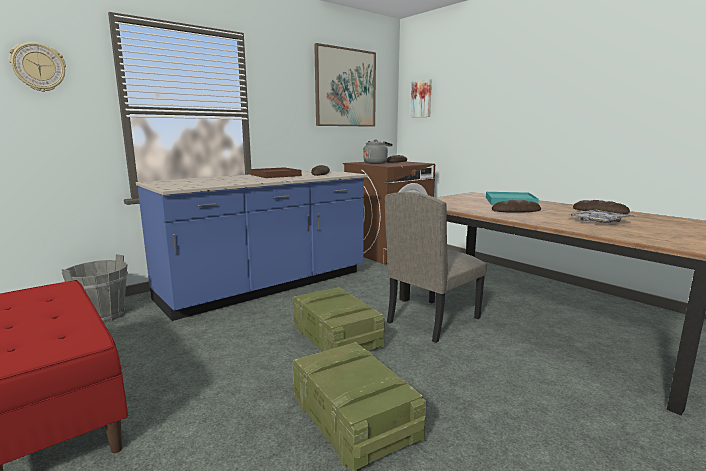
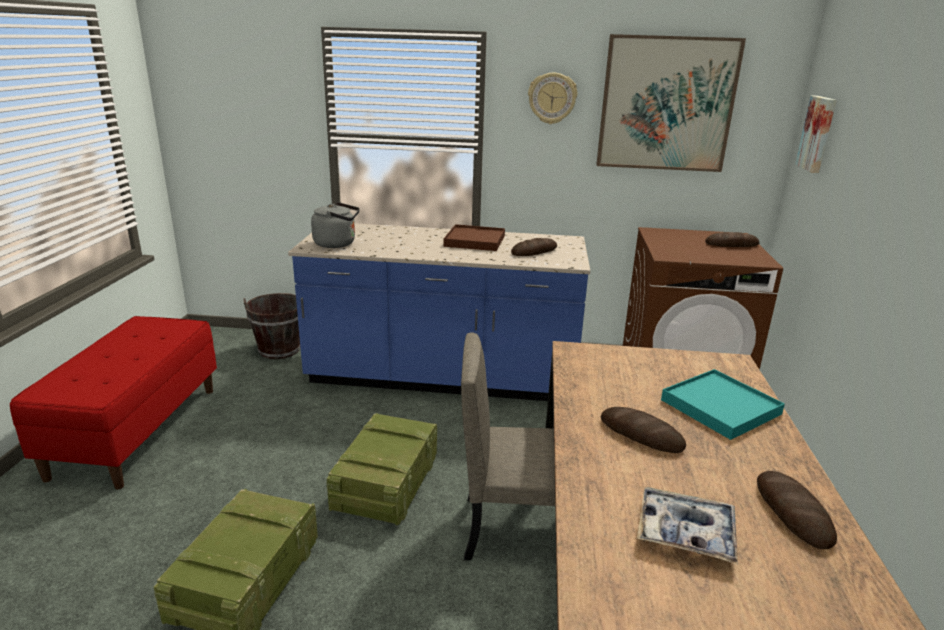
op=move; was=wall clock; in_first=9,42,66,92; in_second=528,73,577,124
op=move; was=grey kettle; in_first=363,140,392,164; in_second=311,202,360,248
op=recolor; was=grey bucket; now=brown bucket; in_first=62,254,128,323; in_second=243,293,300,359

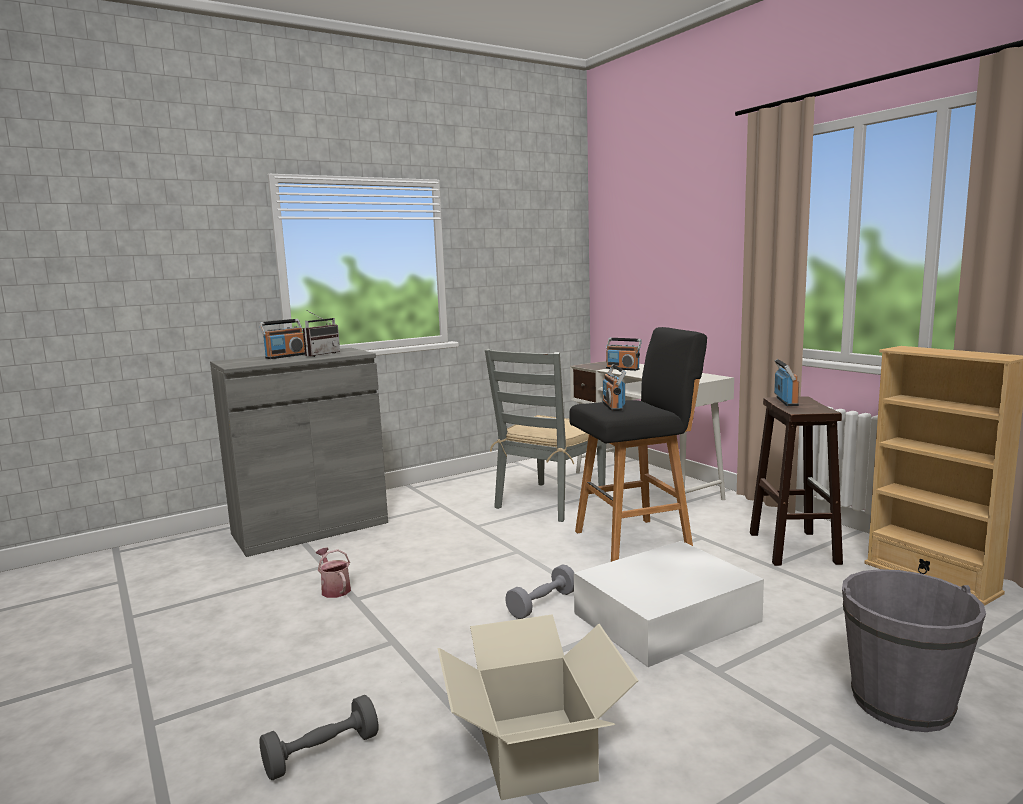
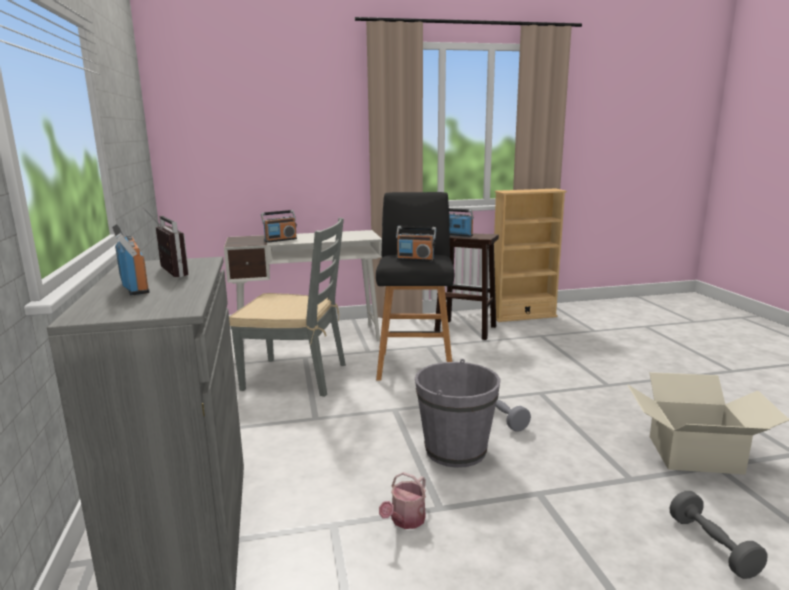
op=delete; was=white storage box; in_first=574,541,764,667
op=move; was=grey bucket; in_first=842,569,986,732; in_second=415,359,501,468
op=rotate; was=watering can; in_first=316,548,351,598; in_second=379,472,426,529; clockwise=-45
op=rotate; was=grey chair; in_first=485,349,606,522; in_second=229,218,346,397; clockwise=-45

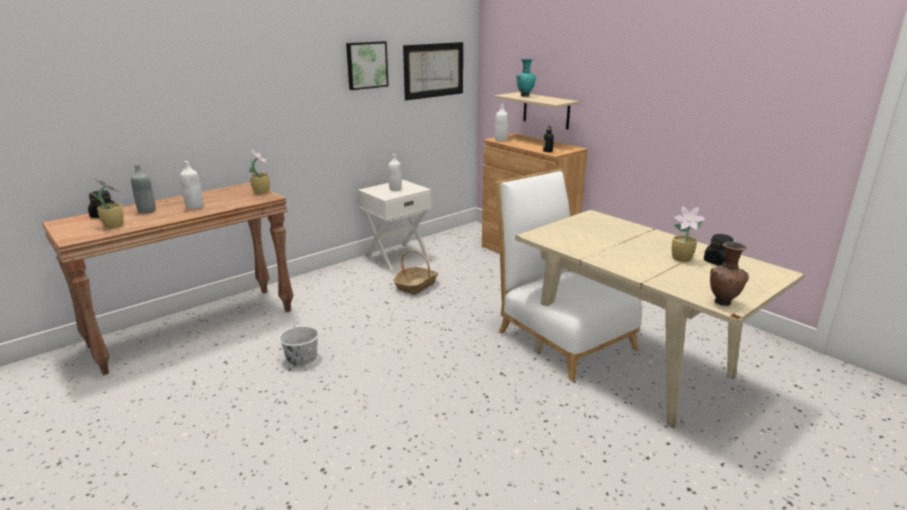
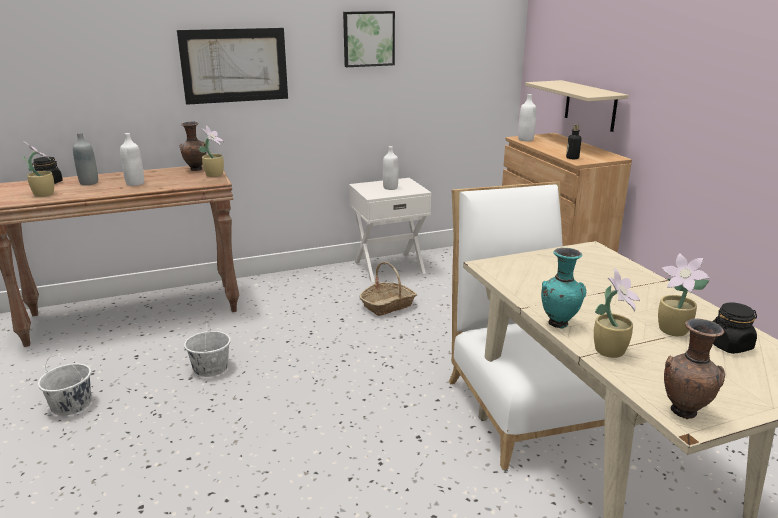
op=insert; now=white bucket; in_second=38,355,91,416
op=insert; now=brown vase; in_second=180,122,206,171
op=insert; now=potted plant; in_second=594,268,640,358
op=move; was=picture; in_first=403,42,463,101; in_second=177,28,288,105
op=move; was=turquoise vase; in_first=516,59,536,97; in_second=541,248,586,329

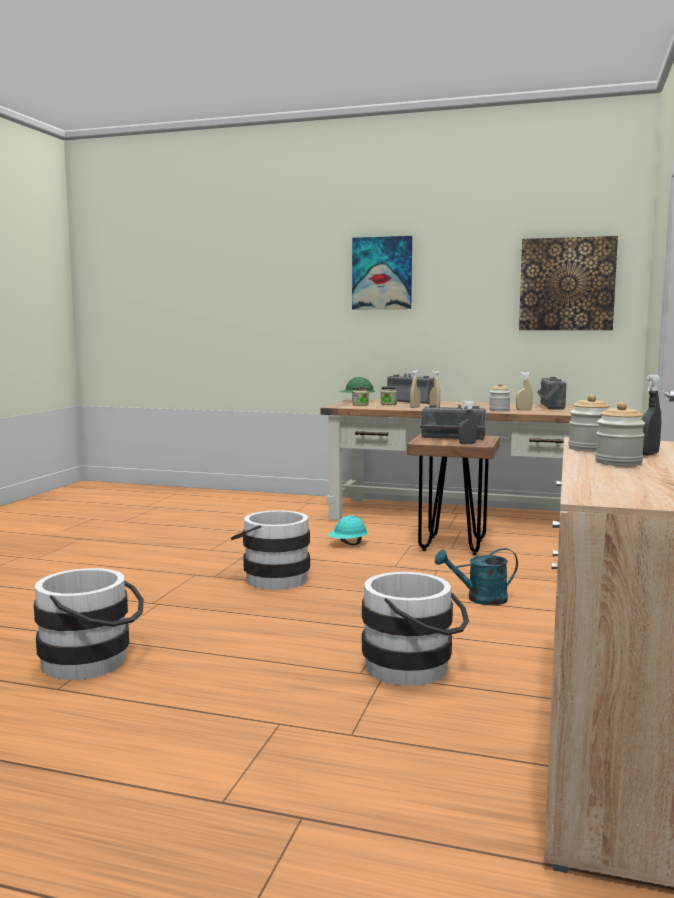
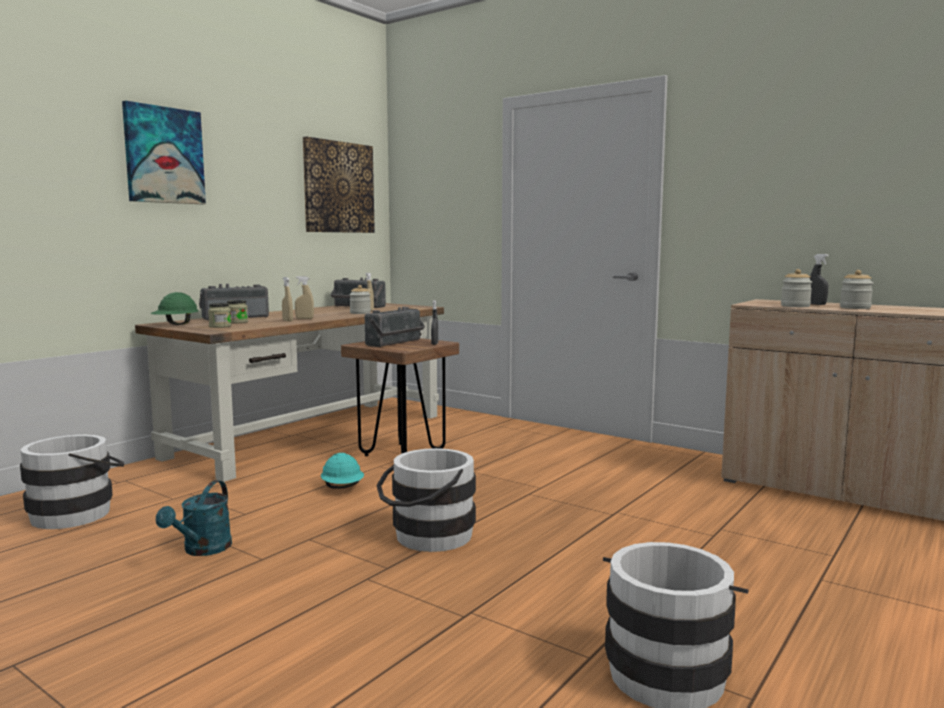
op=move; was=white bucket; in_first=362,572,469,686; in_second=20,435,124,529
op=move; was=turquoise watering can; in_first=435,548,518,605; in_second=156,480,232,556

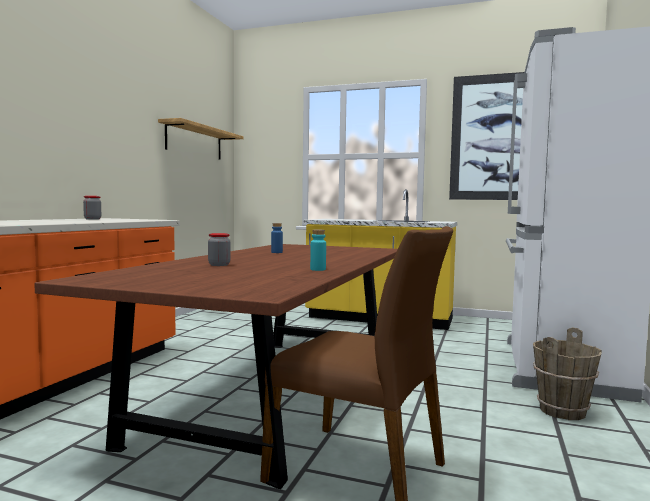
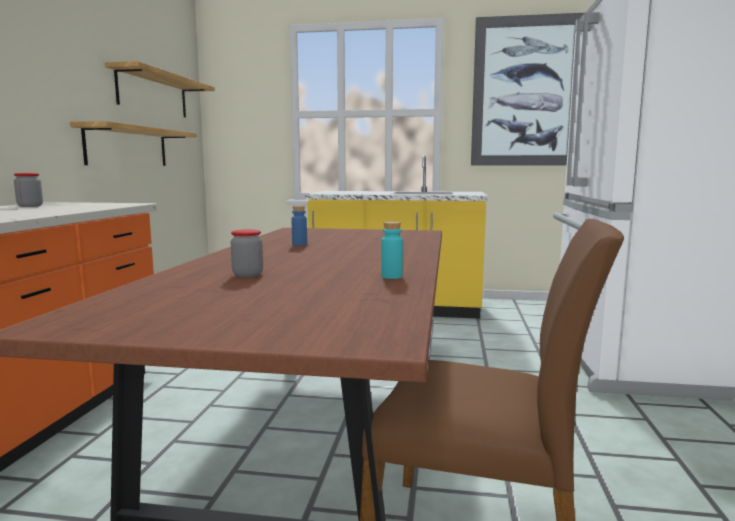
op=delete; was=brown bucket; in_first=533,328,602,420
op=insert; now=shelf; in_second=70,121,197,166

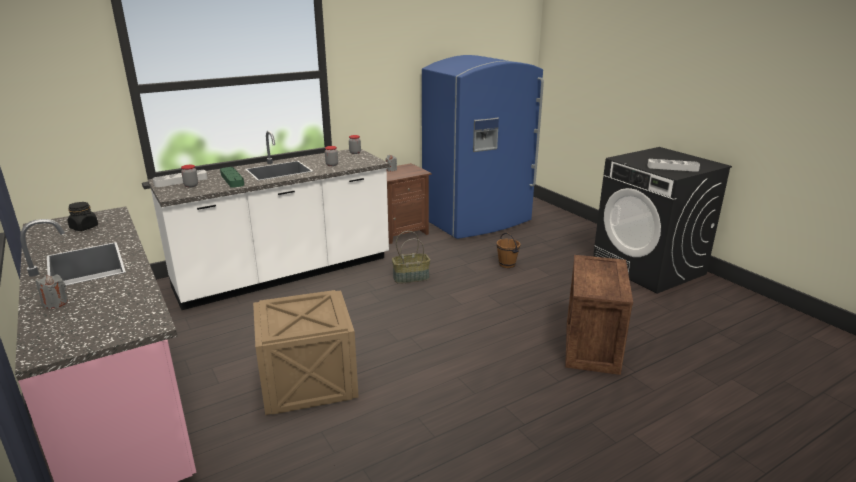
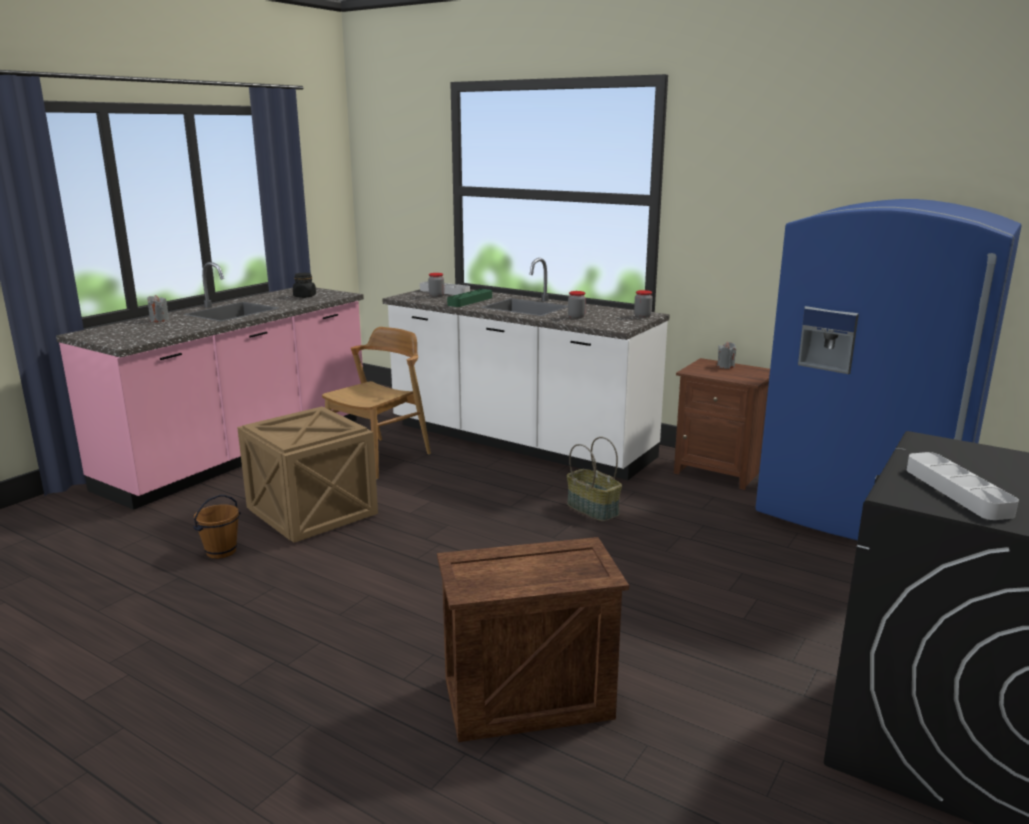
op=insert; now=brown chair; in_second=322,327,431,479
op=move; was=brown bucket; in_first=496,233,520,268; in_second=193,495,241,559

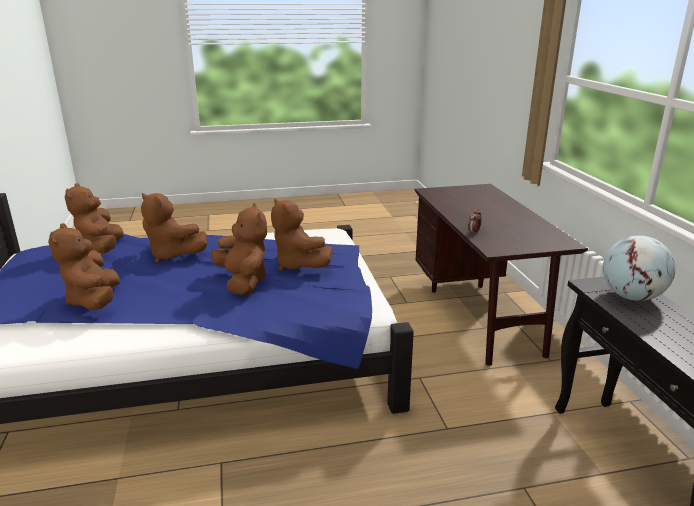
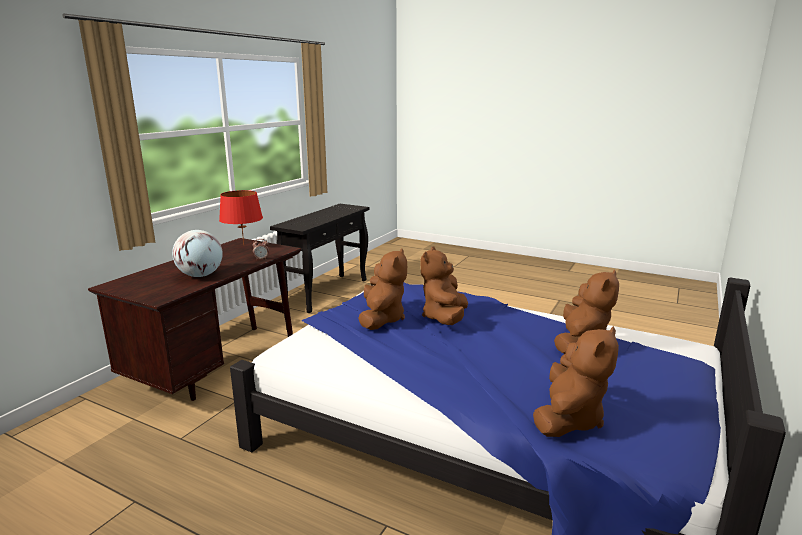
op=delete; was=brown plush toy; in_first=141,193,207,263
op=insert; now=red table lamp; in_second=219,190,263,245
op=move; was=globe; in_first=603,236,676,301; in_second=172,230,223,277

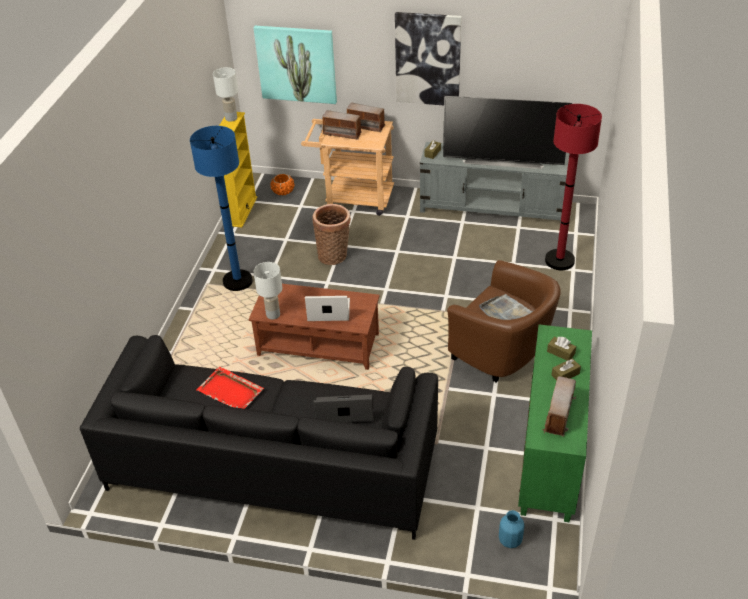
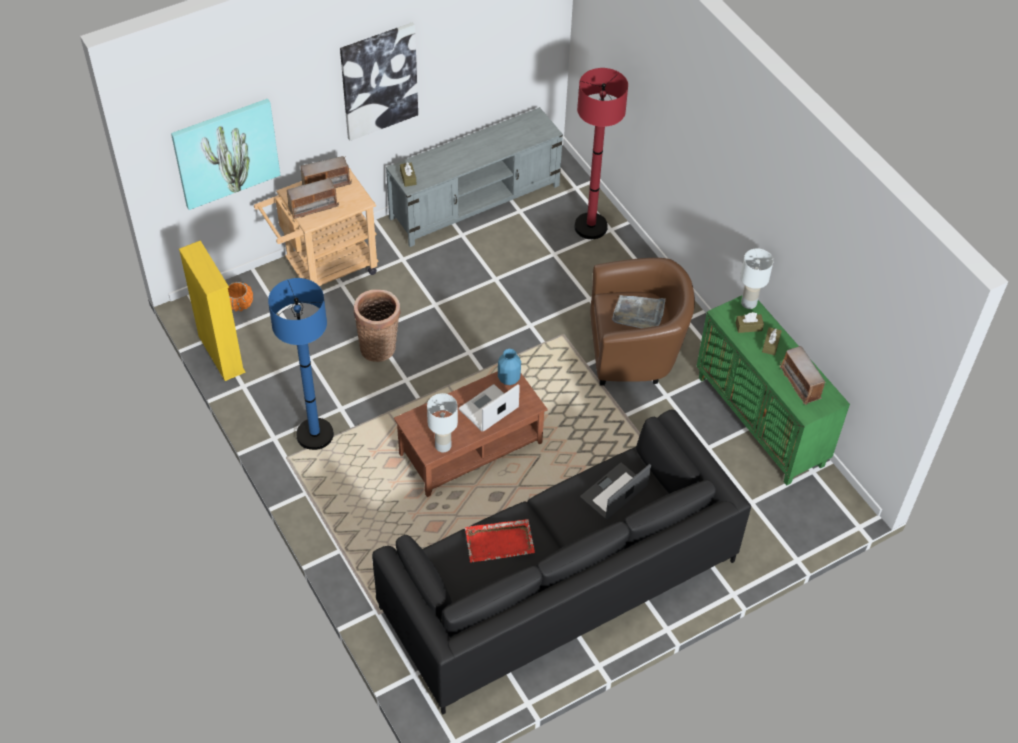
op=delete; was=television; in_first=443,96,572,169
op=move; was=white table lamp; in_first=213,67,238,122; in_second=740,248,774,309
op=move; was=blue vase; in_first=499,510,525,548; in_second=498,349,521,385

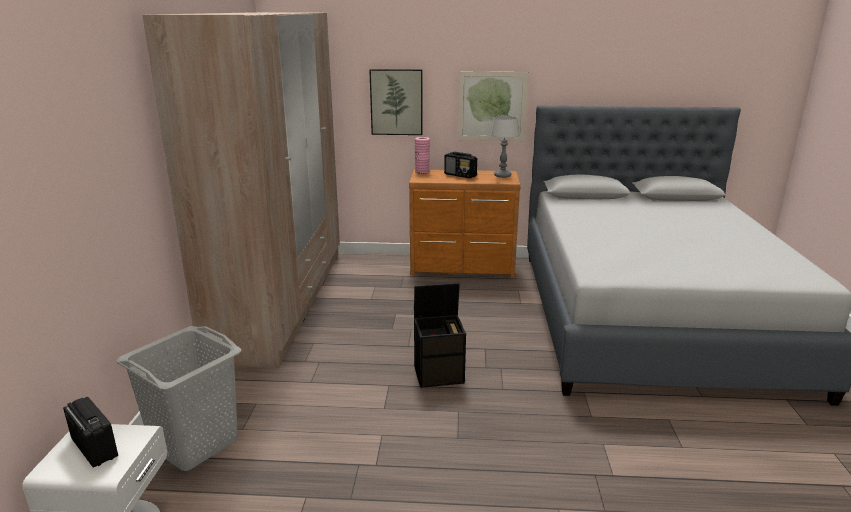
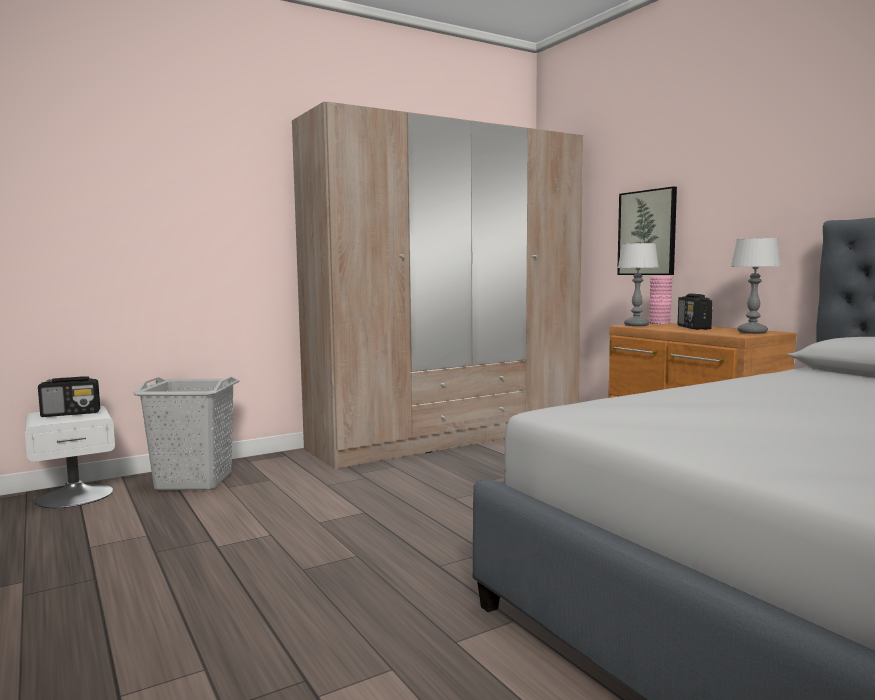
op=delete; was=black storage box; in_first=414,283,466,388
op=delete; was=picture; in_first=458,72,529,141
op=insert; now=table lamp; in_second=618,243,659,326
op=rotate; was=radio; in_first=63,397,118,468; in_second=38,376,100,417; clockwise=60

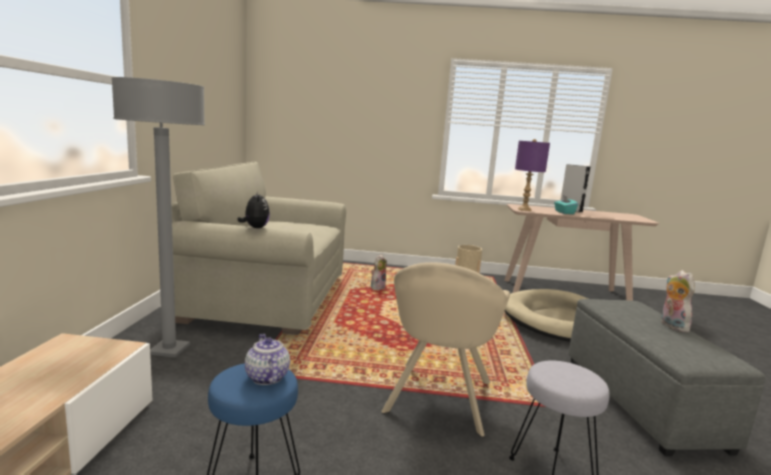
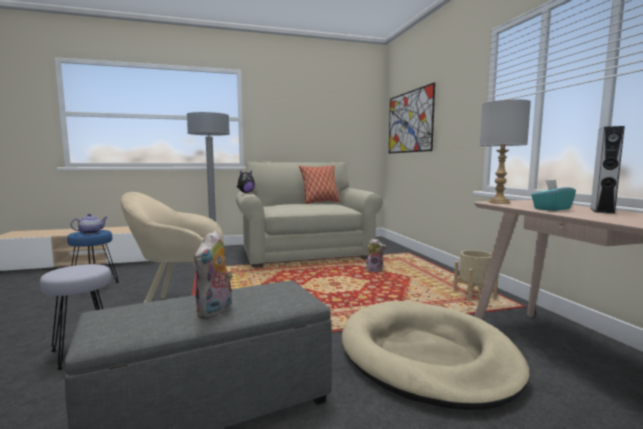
op=insert; now=pillow; in_second=299,165,340,204
op=insert; now=picture; in_second=389,82,435,153
op=recolor; was=purple table lamp; now=grey table lamp; in_first=515,139,550,211; in_second=480,99,531,204
op=rotate; was=plush toy; in_first=661,270,695,333; in_second=194,230,232,319; clockwise=135

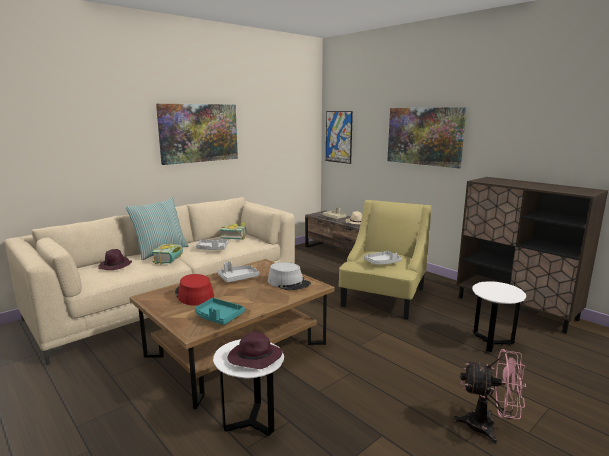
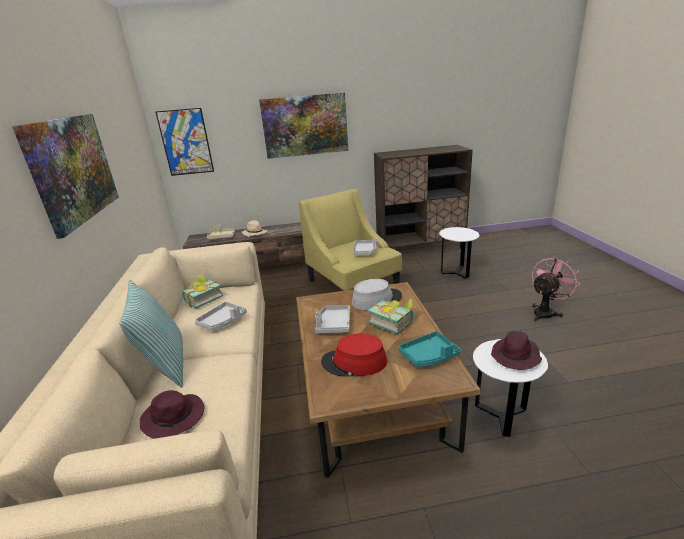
op=move; was=book; in_first=152,243,183,264; in_second=368,299,413,334

